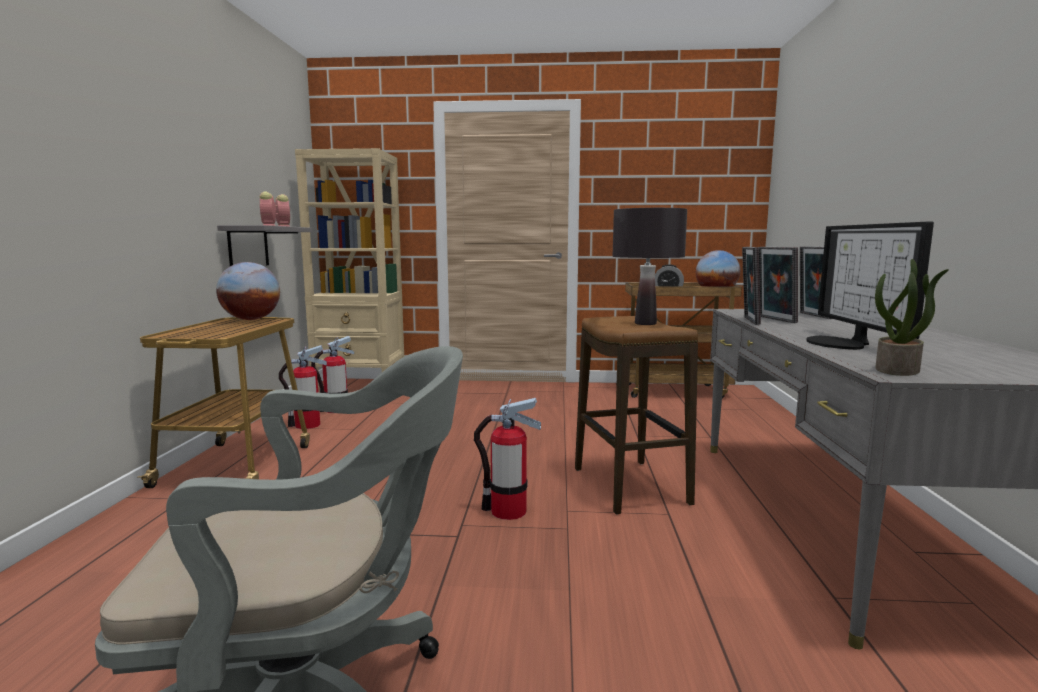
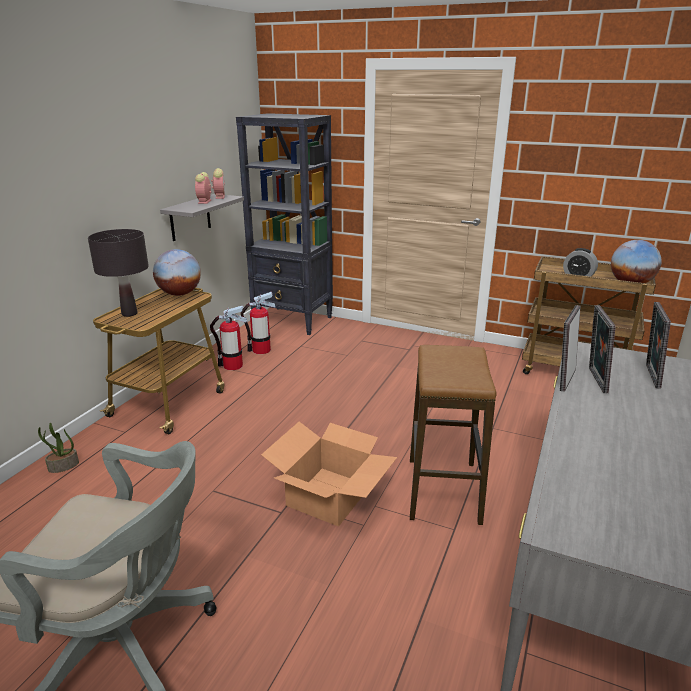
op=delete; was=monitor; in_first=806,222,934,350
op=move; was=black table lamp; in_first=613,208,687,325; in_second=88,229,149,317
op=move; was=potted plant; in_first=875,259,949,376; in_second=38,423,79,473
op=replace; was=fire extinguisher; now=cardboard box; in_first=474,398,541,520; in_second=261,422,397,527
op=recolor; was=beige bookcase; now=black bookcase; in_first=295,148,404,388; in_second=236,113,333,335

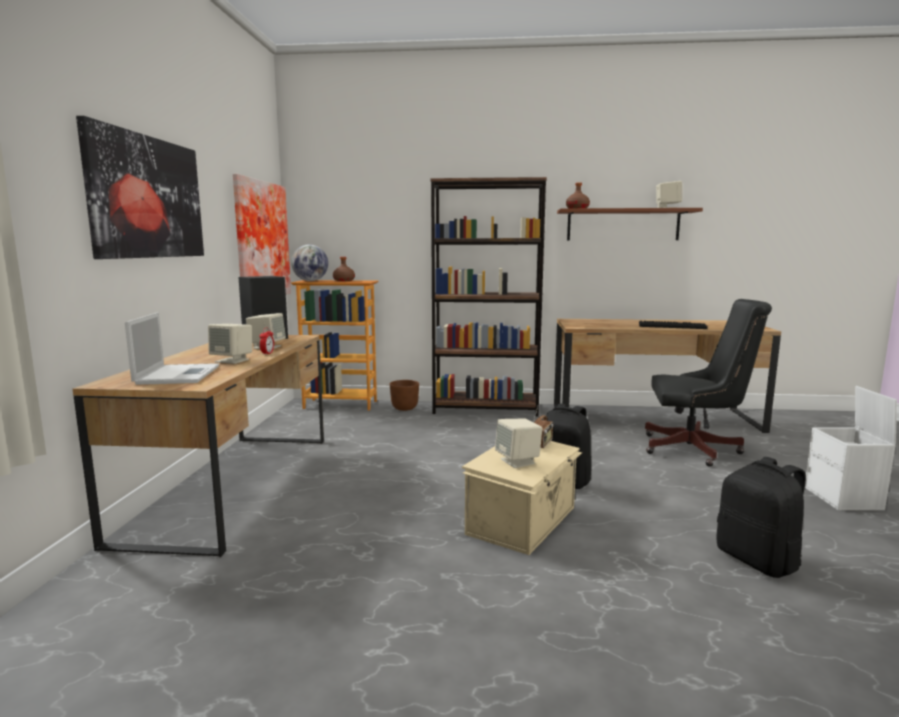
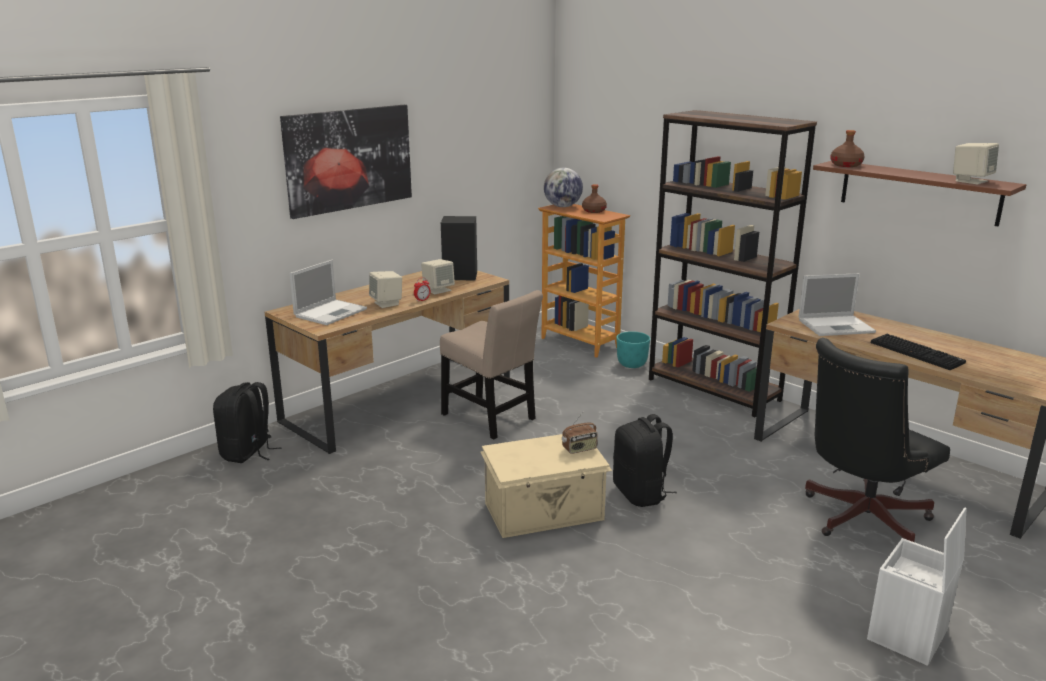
op=delete; was=picture; in_first=233,174,291,295
op=delete; was=beige speaker; in_first=495,419,542,468
op=insert; now=beige chair; in_second=440,290,543,439
op=insert; now=laptop; in_second=799,273,876,336
op=move; was=black backpack; in_first=716,457,806,578; in_second=213,382,282,463
op=recolor; was=brown planter; now=turquoise planter; in_first=390,380,419,411; in_second=616,331,650,368
op=rotate; was=black office chair; in_first=645,299,772,467; in_second=805,338,950,542; clockwise=90

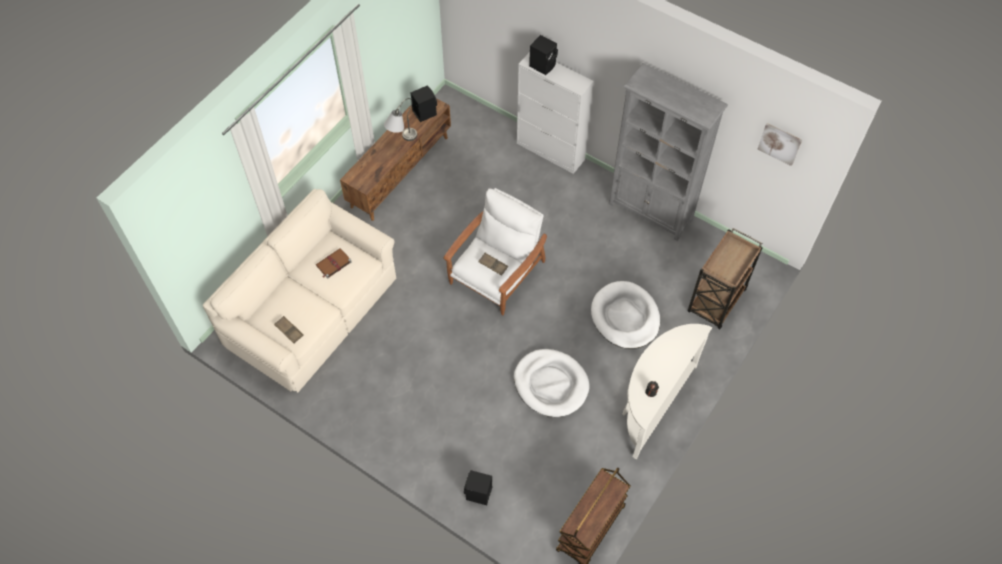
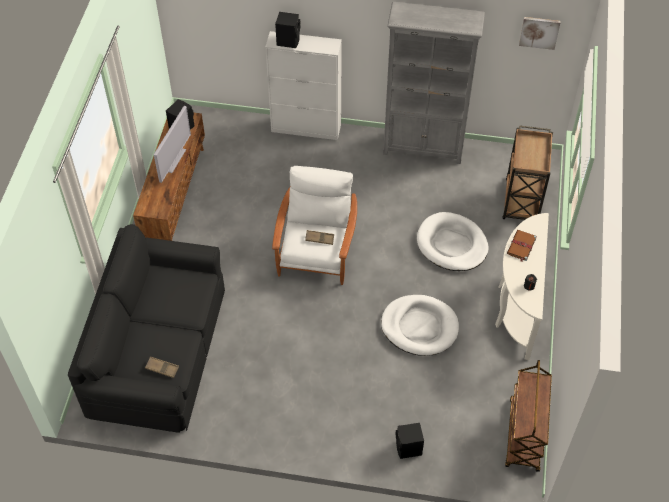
op=move; was=brown book; in_first=316,248,352,278; in_second=507,230,537,261
op=replace; was=grey table lamp; now=television; in_first=384,98,417,141; in_second=154,106,191,183
op=recolor; was=beige sofa; now=black sofa; in_first=203,189,396,393; in_second=68,224,225,433

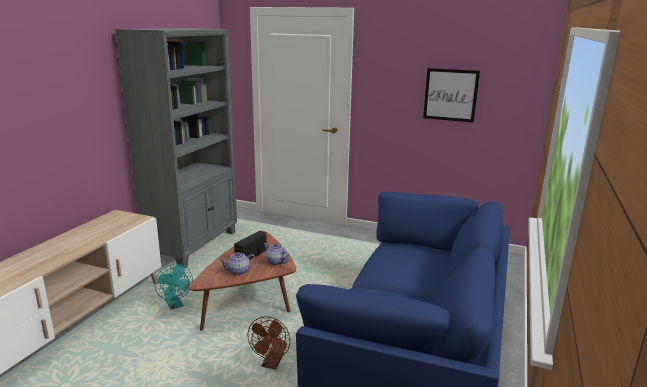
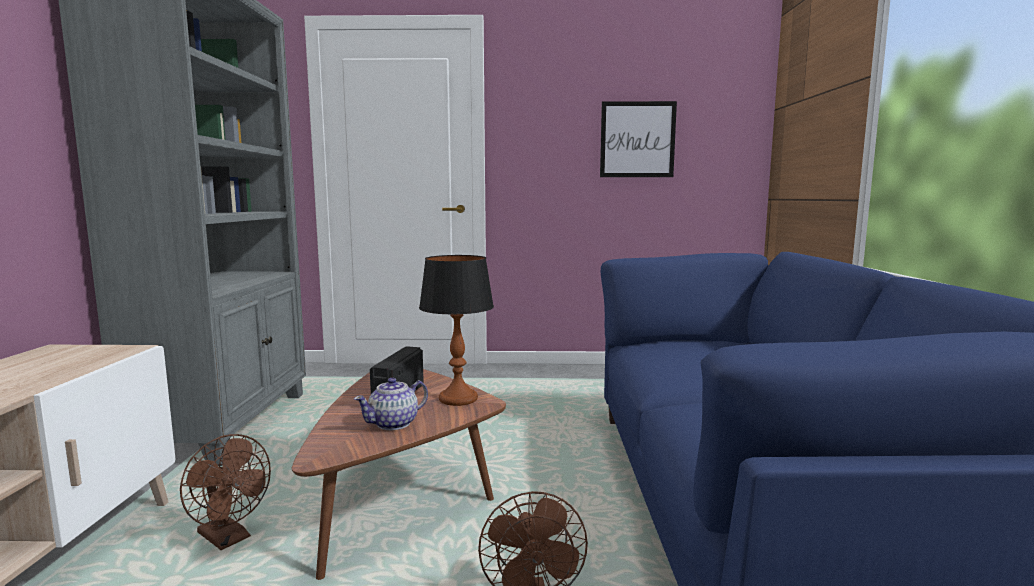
op=replace; was=teapot; now=table lamp; in_first=264,243,289,266; in_second=419,255,494,406
op=recolor; was=turquoise fan; now=brown fan; in_first=155,264,193,310; in_second=180,434,271,550

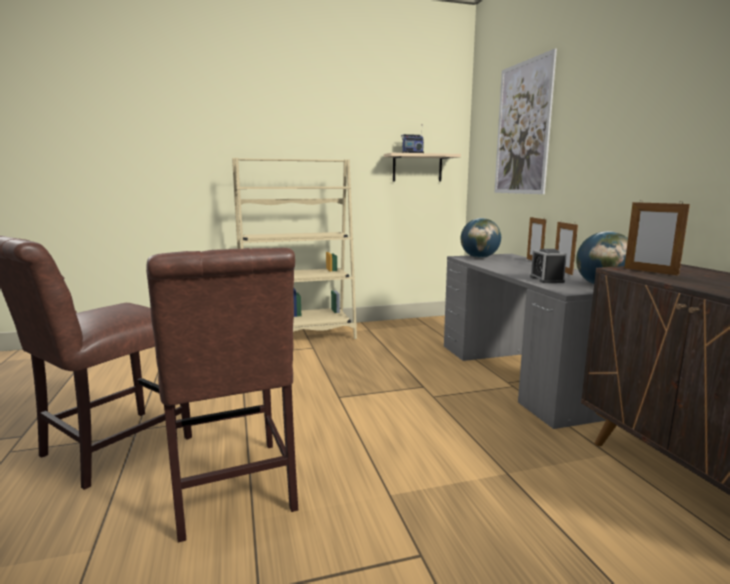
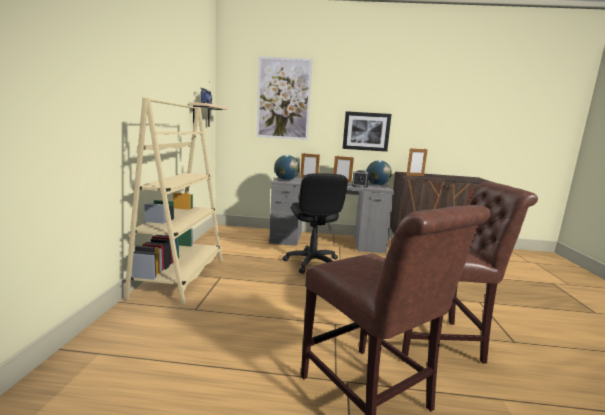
op=insert; now=black office chair; in_second=282,174,348,274
op=insert; now=picture; in_second=343,111,392,152

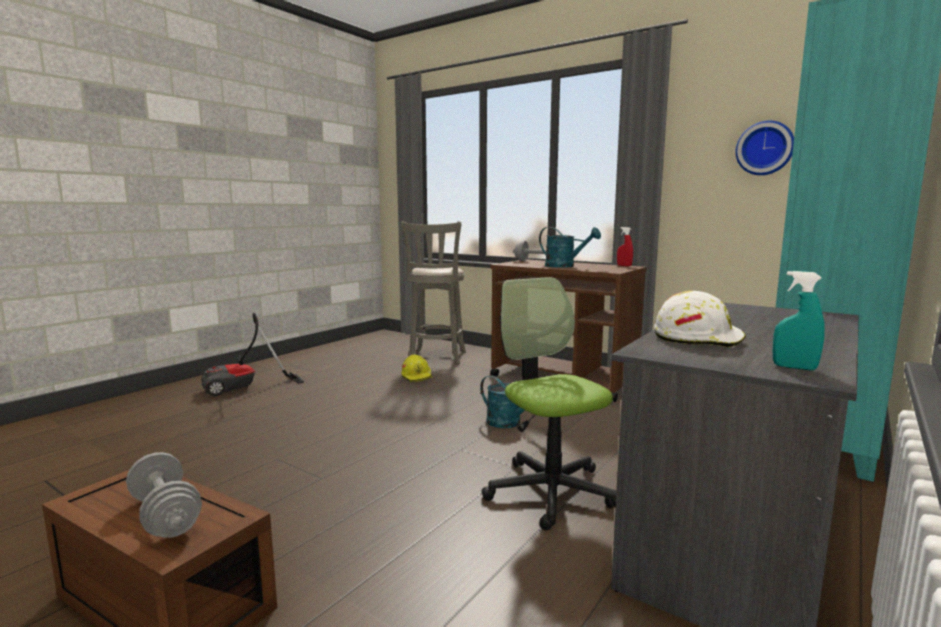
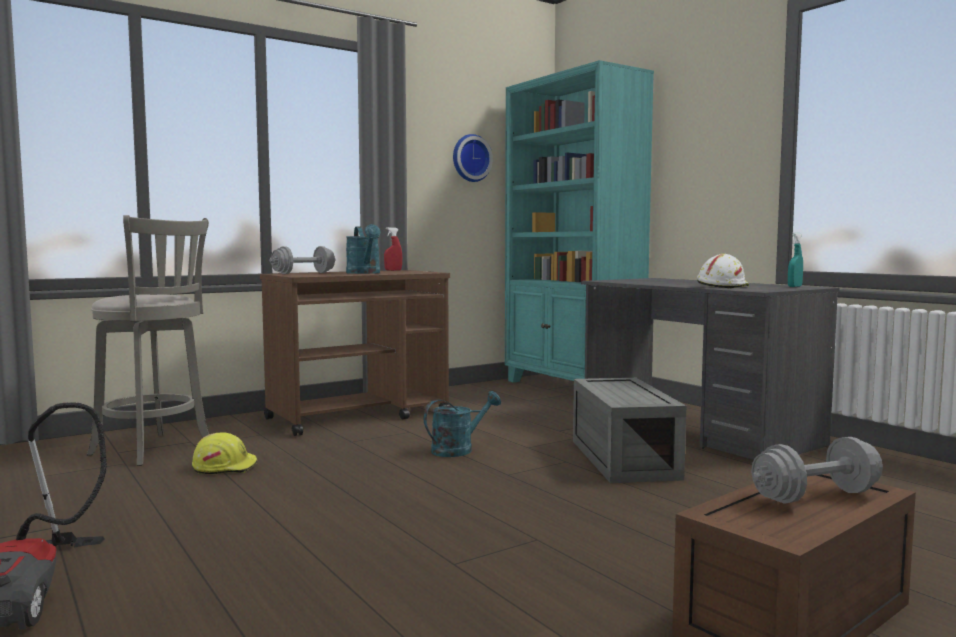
op=replace; was=office chair; now=grey storage box; in_first=481,277,617,530; in_second=573,378,686,483
op=rotate; was=turquoise watering can; in_first=539,227,601,268; in_second=346,224,381,274; clockwise=105

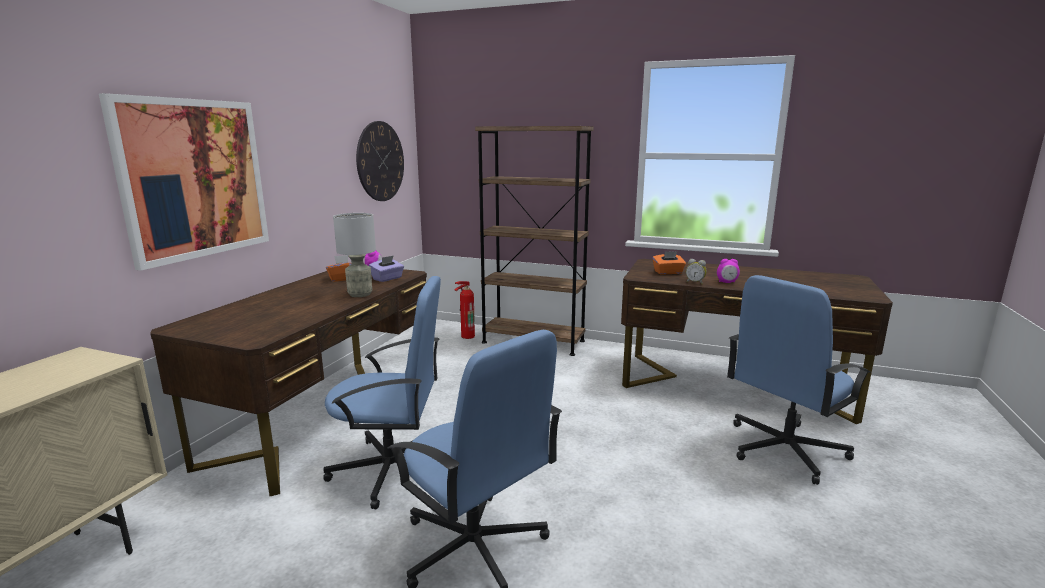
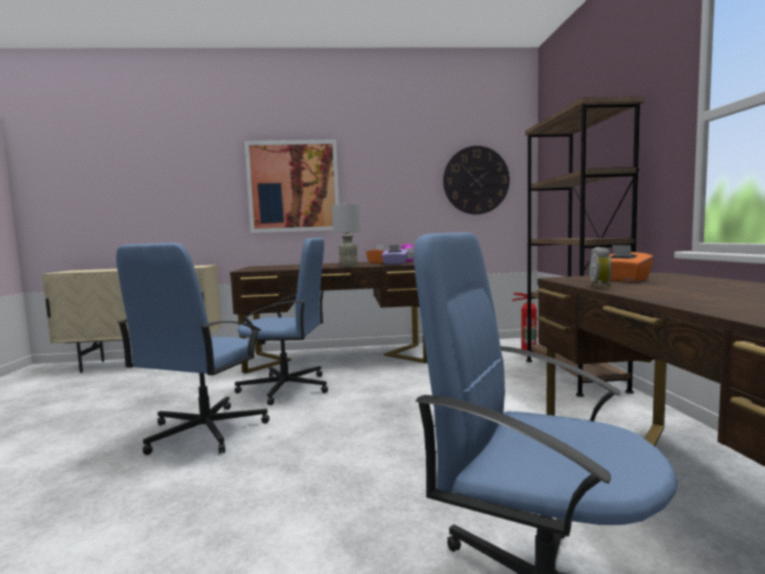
op=delete; was=alarm clock; in_first=717,259,740,283
op=rotate; was=blue office chair; in_first=323,276,441,510; in_second=234,238,328,405; clockwise=-60

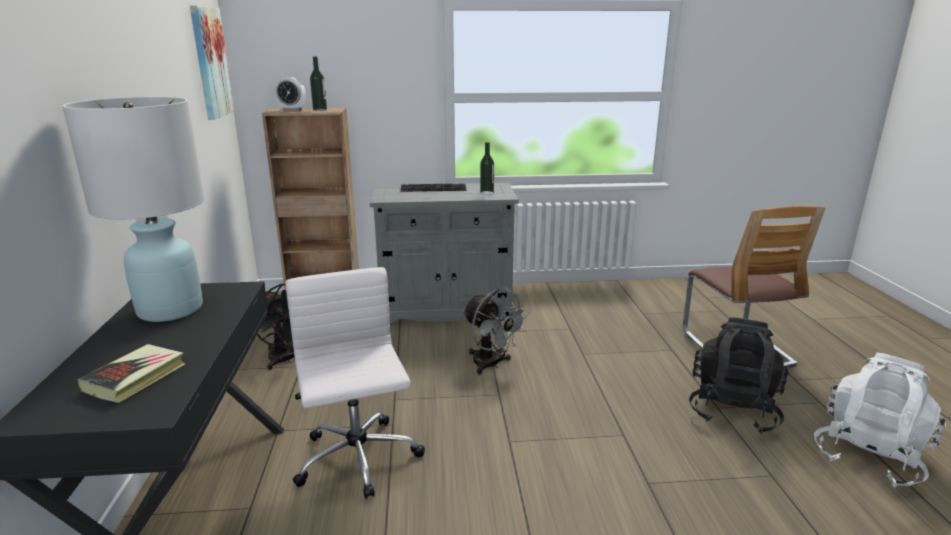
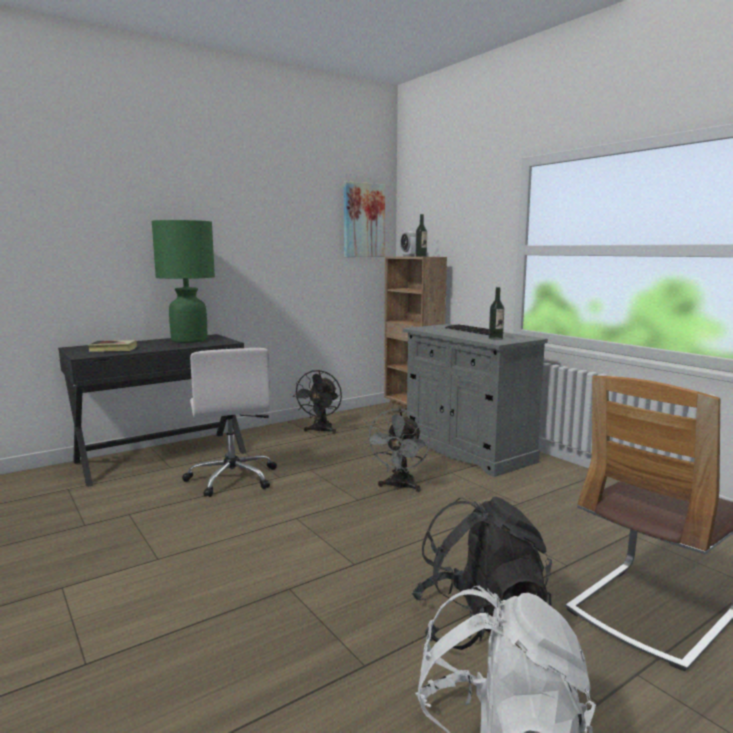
op=recolor; was=white table lamp; now=green table lamp; in_first=62,97,205,322; in_second=152,220,215,343
op=rotate; was=white office chair; in_first=285,267,425,499; in_second=182,348,277,497; clockwise=120

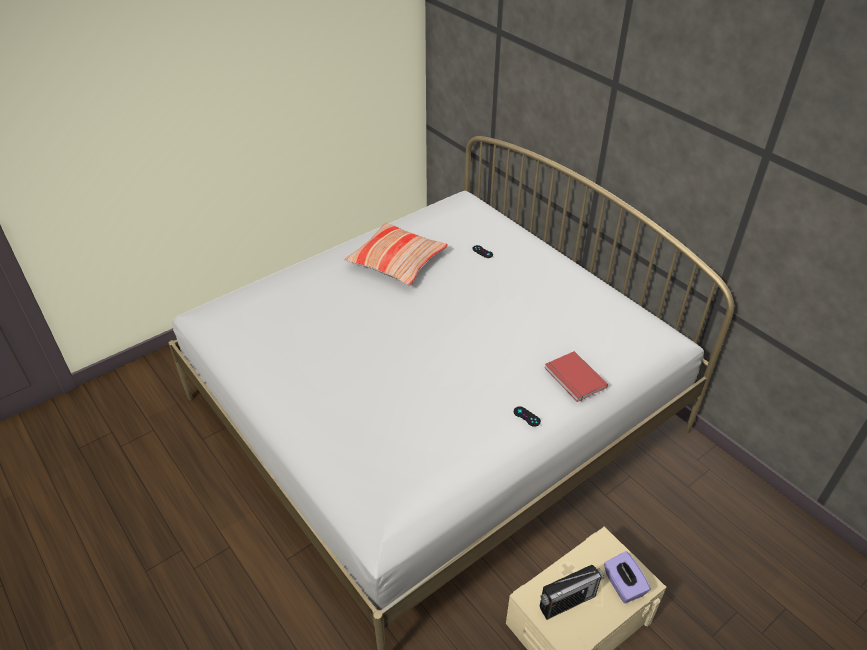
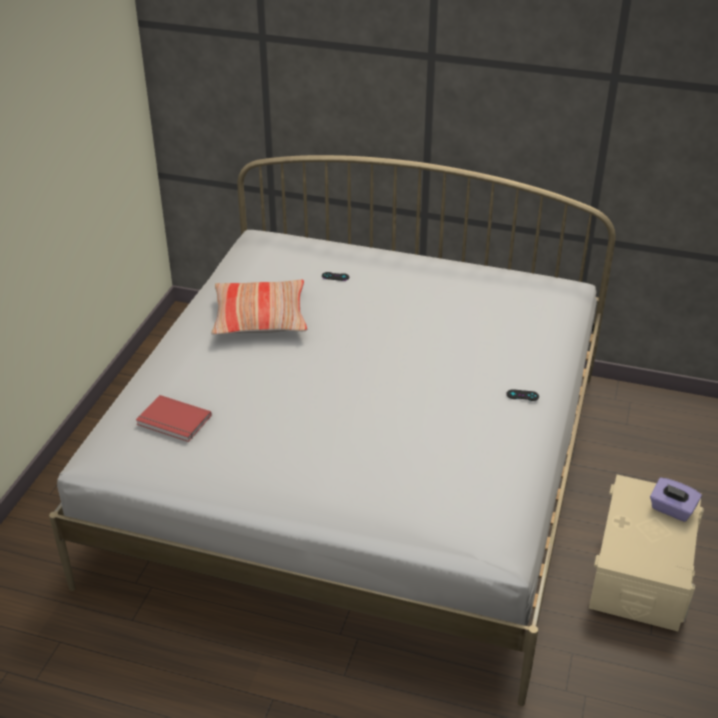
op=delete; was=radio; in_first=540,565,604,620
op=move; was=red book; in_first=545,351,608,402; in_second=136,395,212,442

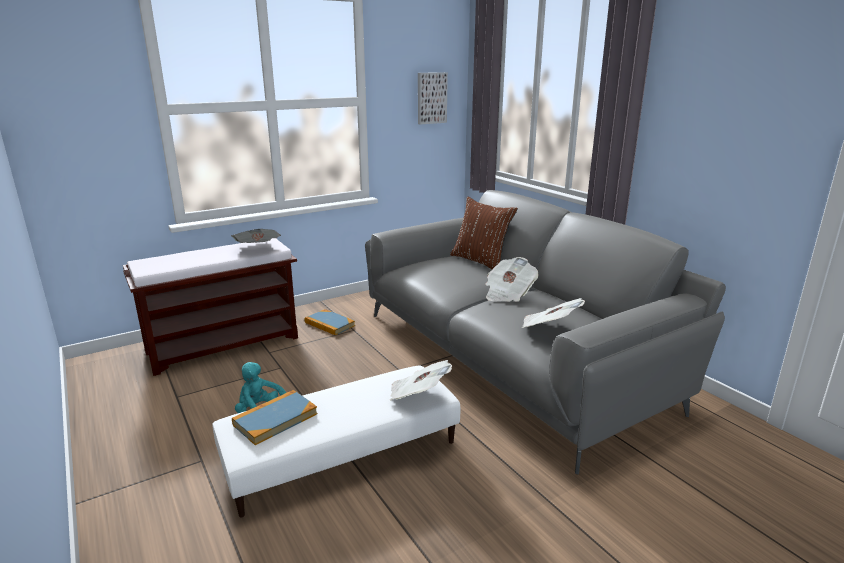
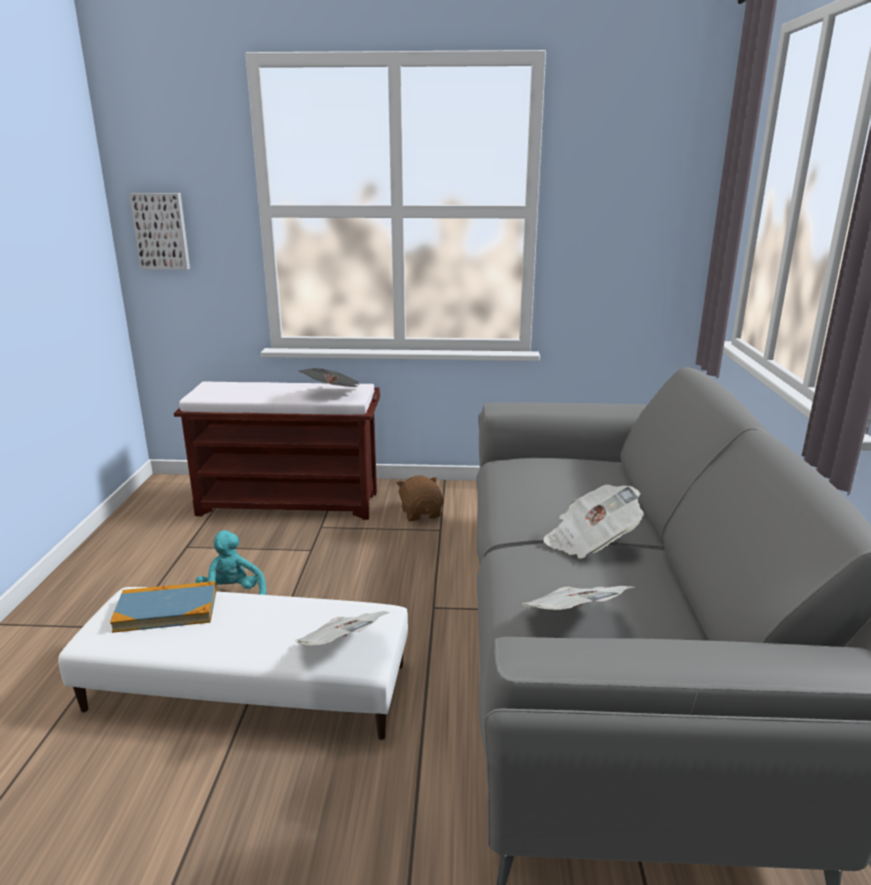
op=delete; was=brown pillow; in_first=450,196,518,270
op=move; was=picture; in_first=418,72,448,125; in_second=129,193,190,270
op=replace; was=book; now=brown plush toy; in_first=305,309,355,335; in_second=396,476,443,521

